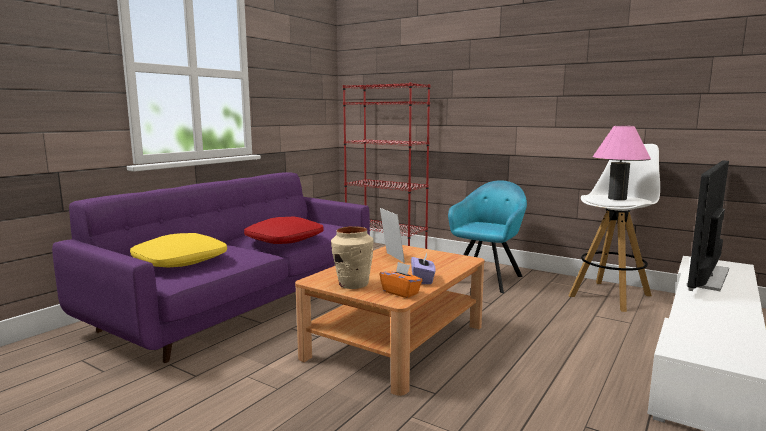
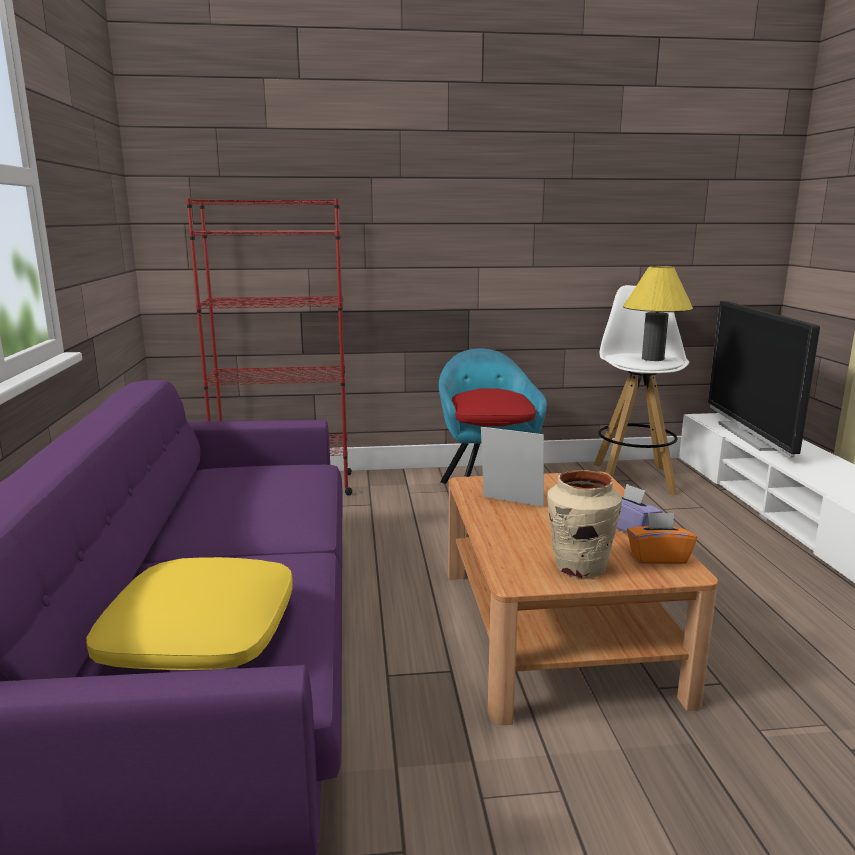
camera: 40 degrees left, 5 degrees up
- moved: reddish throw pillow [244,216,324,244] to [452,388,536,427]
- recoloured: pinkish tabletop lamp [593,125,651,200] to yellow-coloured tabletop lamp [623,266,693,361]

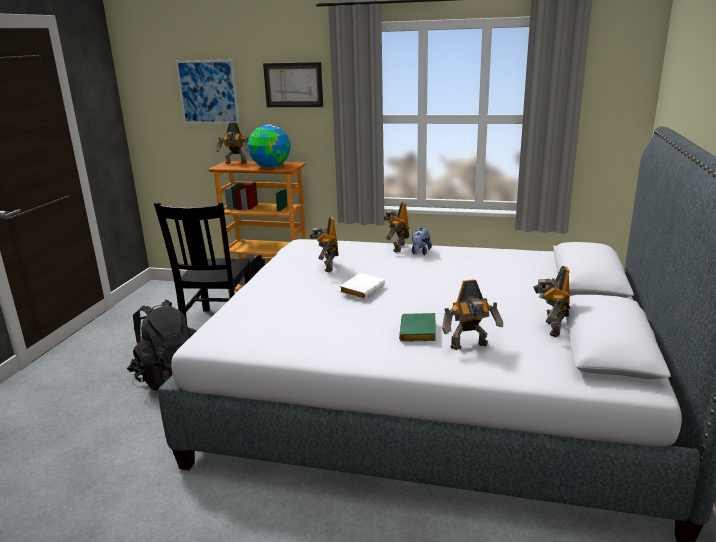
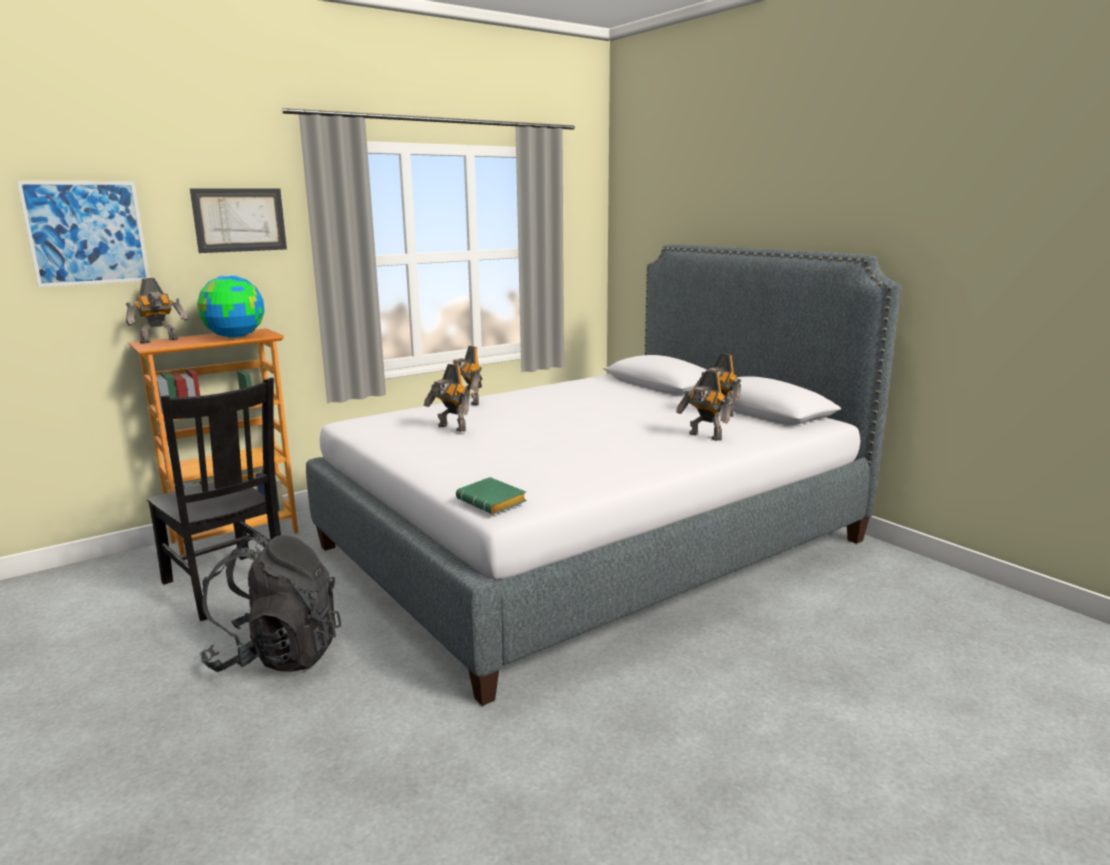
camera: 50 degrees left, 5 degrees down
- removed: white-coloured volume [340,273,385,299]
- removed: plush toy [412,227,432,255]
- moved: green volume [399,313,436,342] to [456,477,527,514]
- turned: model robot [442,279,503,350] = [676,371,731,441] 105 degrees clockwise

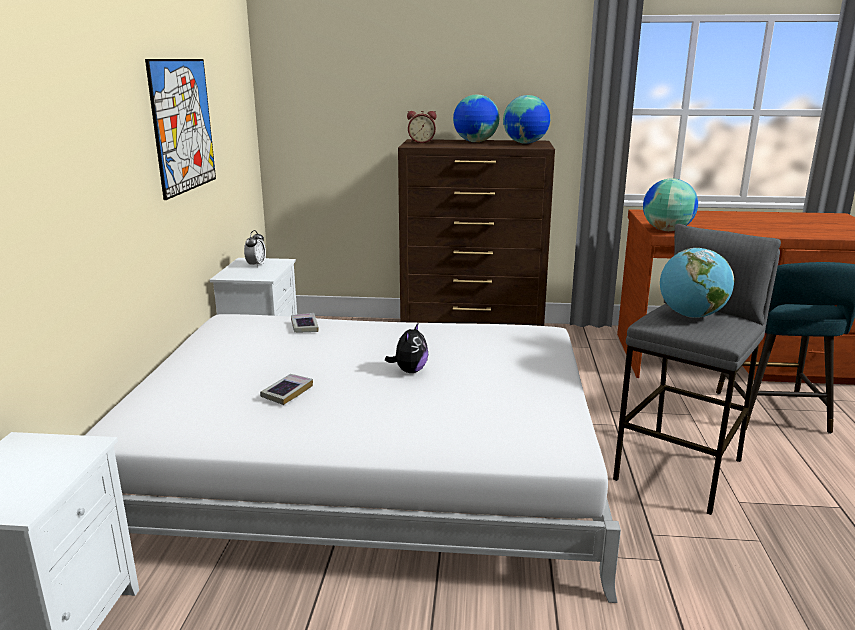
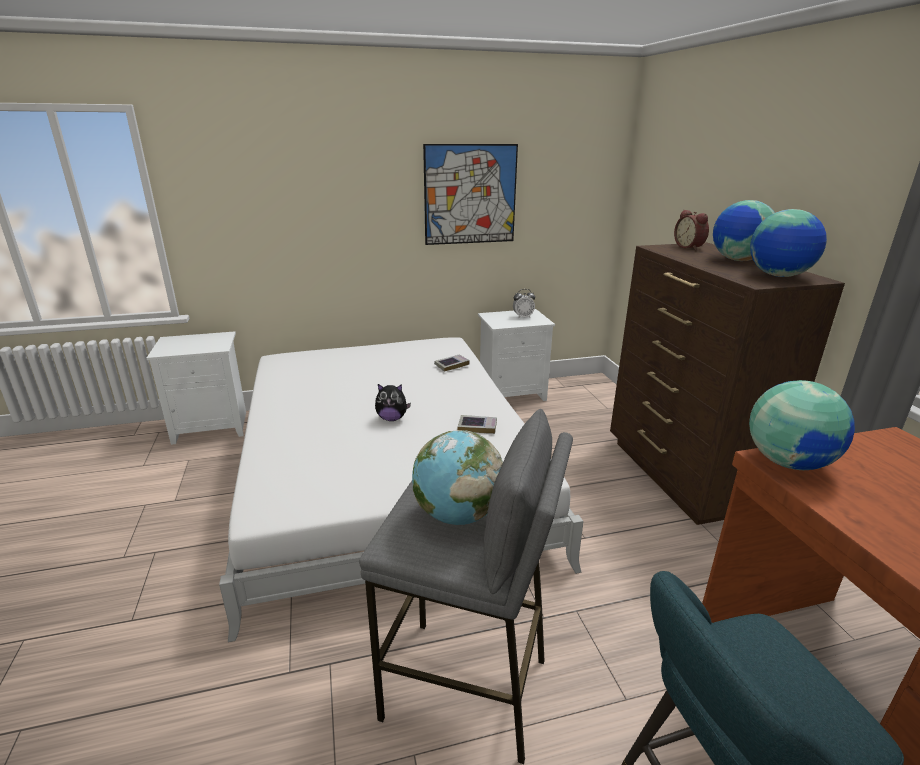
camera: 70 degrees right, 5 degrees up
- moved: volume [260,374,313,405] to [457,415,497,434]

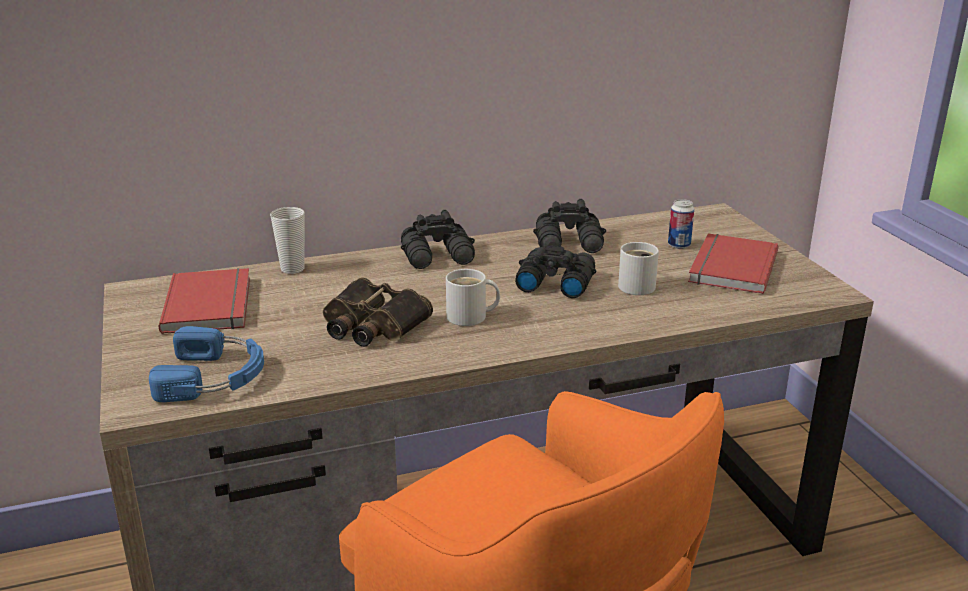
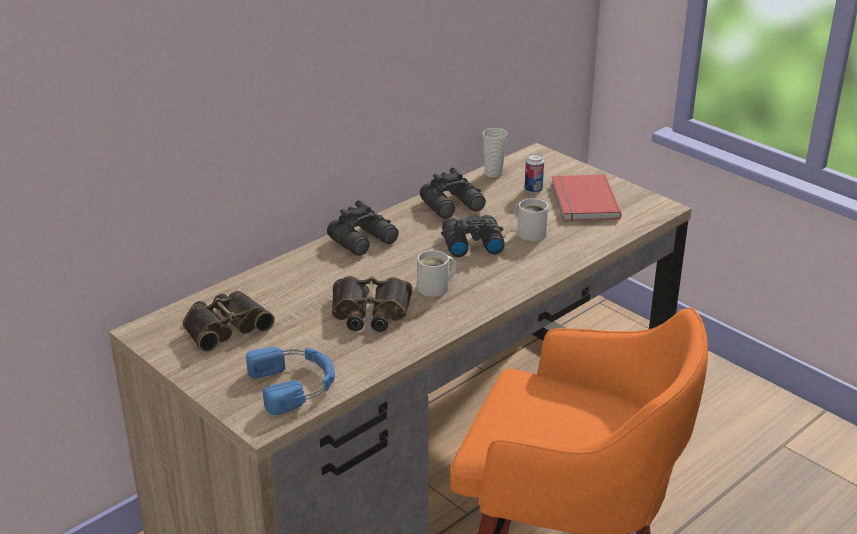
camera: 25 degrees left, 5 degrees up
- moved: cup [270,207,305,274] to [483,128,507,177]
- replaced: reddish volume [159,268,250,334] to field glasses [183,291,275,352]

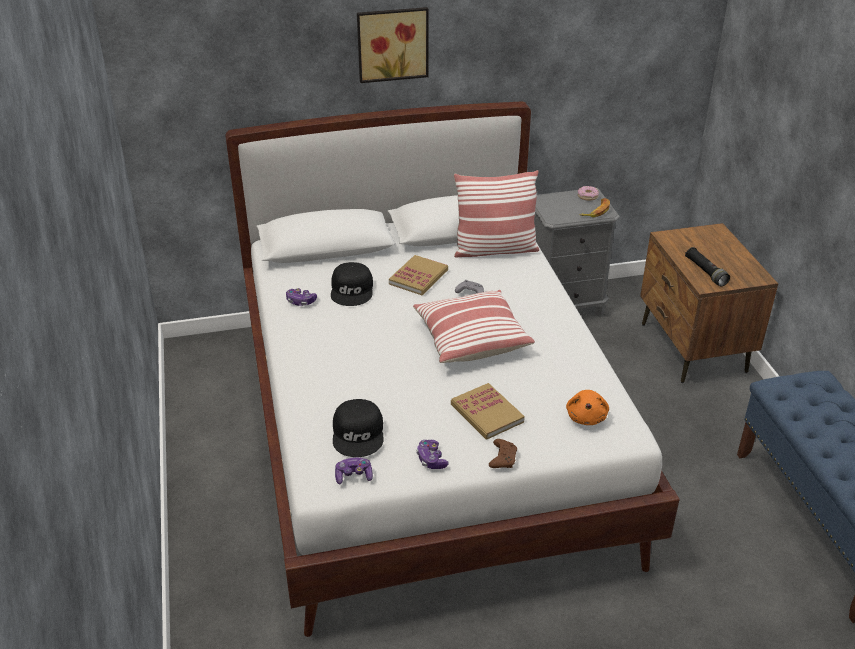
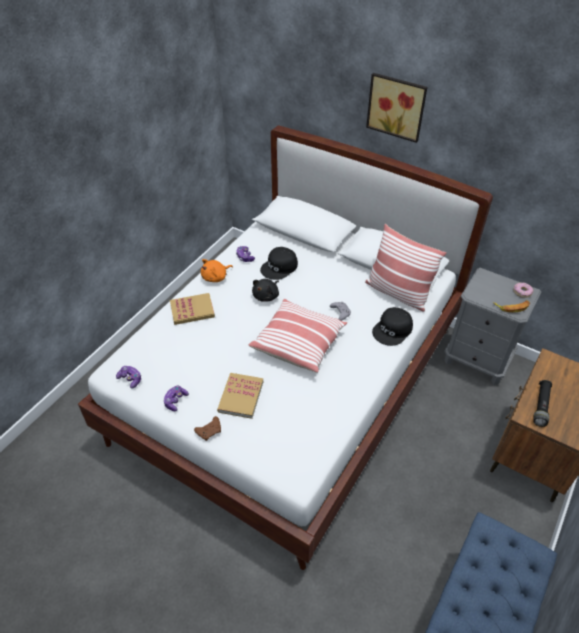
camera: 45 degrees right, 10 degrees up
- added: black plush toy [252,279,279,302]
- moved: black peaked cap [333,399,383,457] to [372,307,413,346]
- moved: volume [389,255,448,295] to [170,293,215,325]
- moved: orangey plush toy [566,390,609,425] to [201,259,233,282]

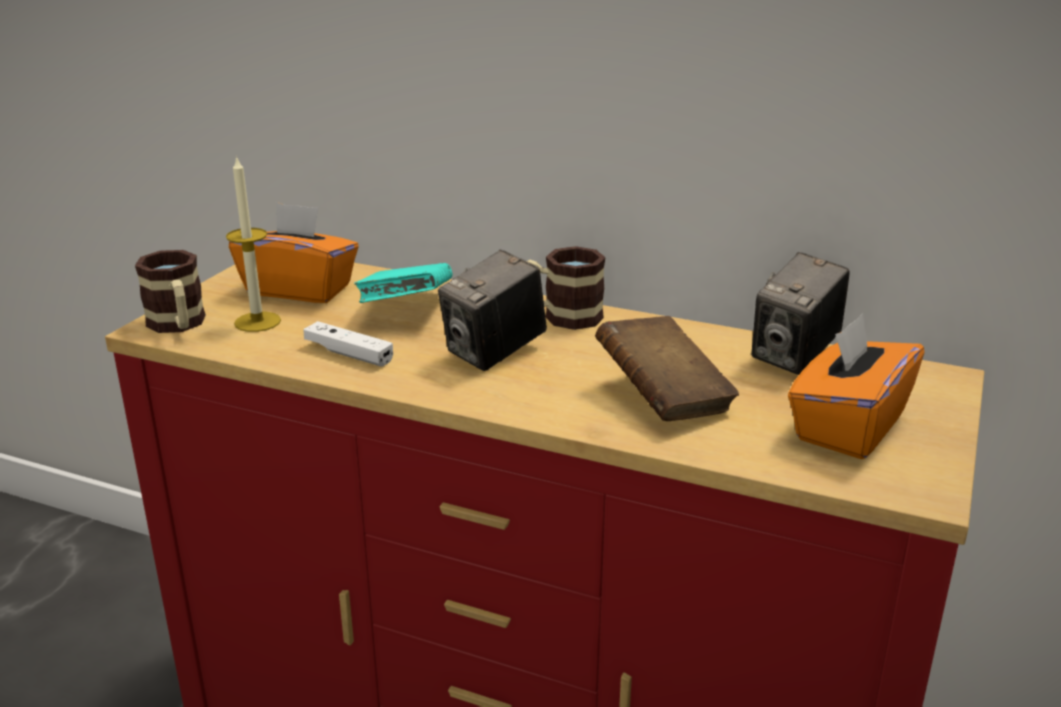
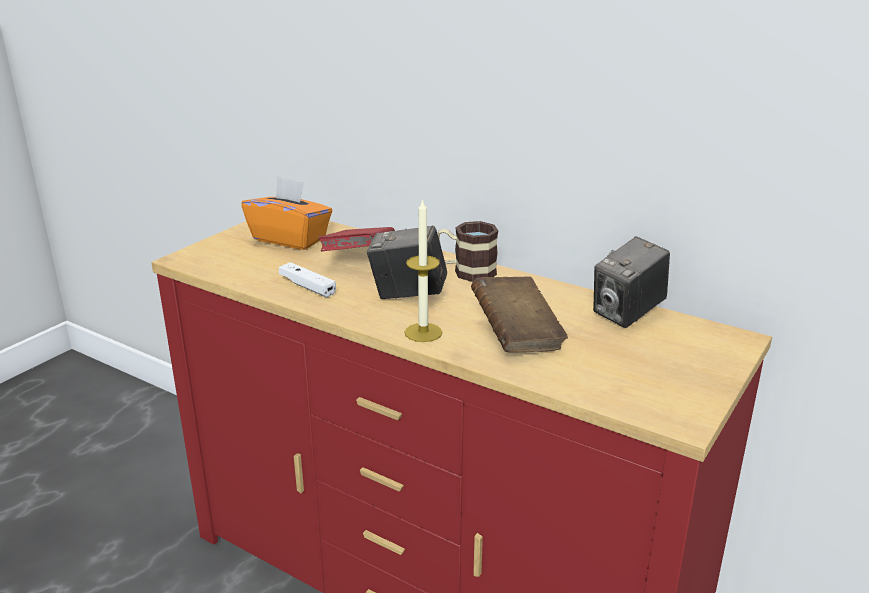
camera: 10 degrees right, 0 degrees up
- removed: coffee mug [135,250,206,333]
- removed: orangey tissue holder [788,313,924,459]
- moved: wax candle [226,155,281,332] to [404,198,442,342]
- recoloured: turquoise volume [354,263,452,303] to reddish volume [318,227,395,252]
- turned: still camera [438,249,547,371] = [367,225,447,299] 45 degrees clockwise

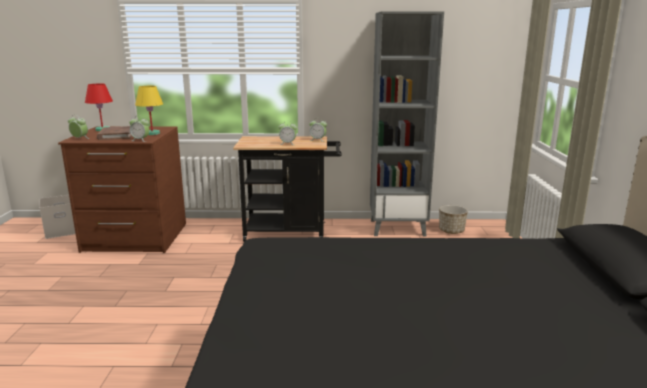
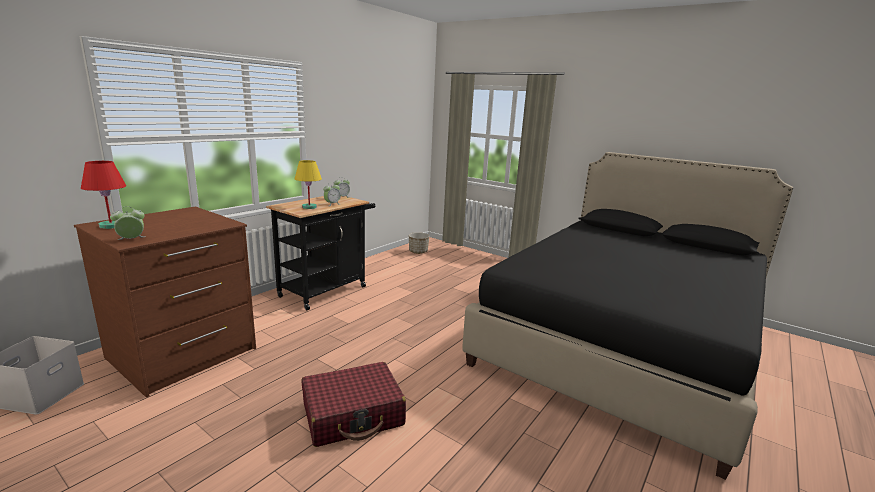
camera: 55 degrees left, 0 degrees up
- removed: brown-coloured volume [97,126,132,140]
- removed: alarm clock [129,116,149,142]
- removed: grey shelving unit [370,11,444,236]
- added: reddish travel case [302,362,406,447]
- moved: yellow-coloured tabletop lamp [135,86,163,135] to [295,160,322,209]

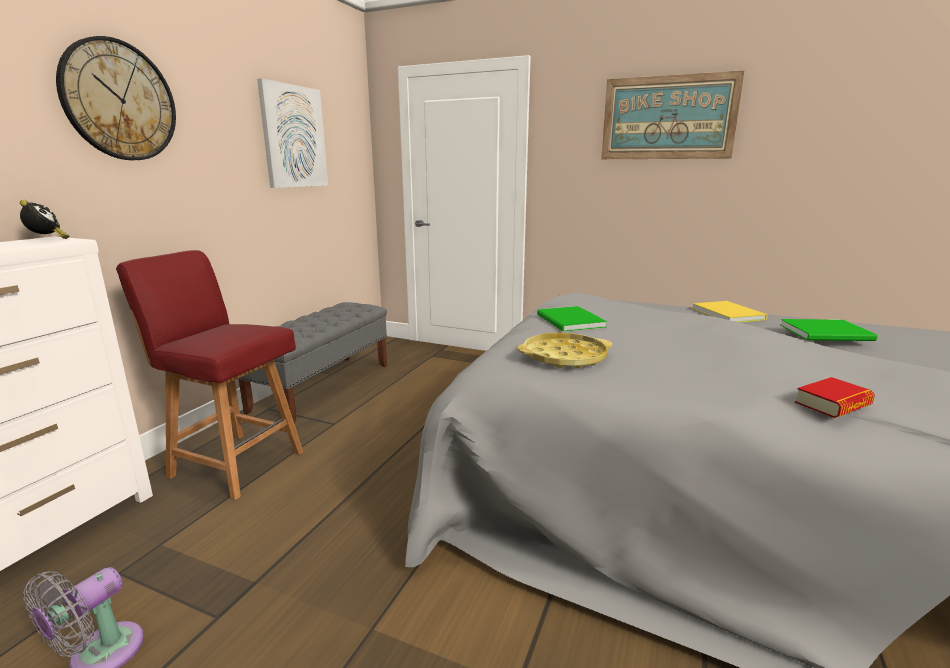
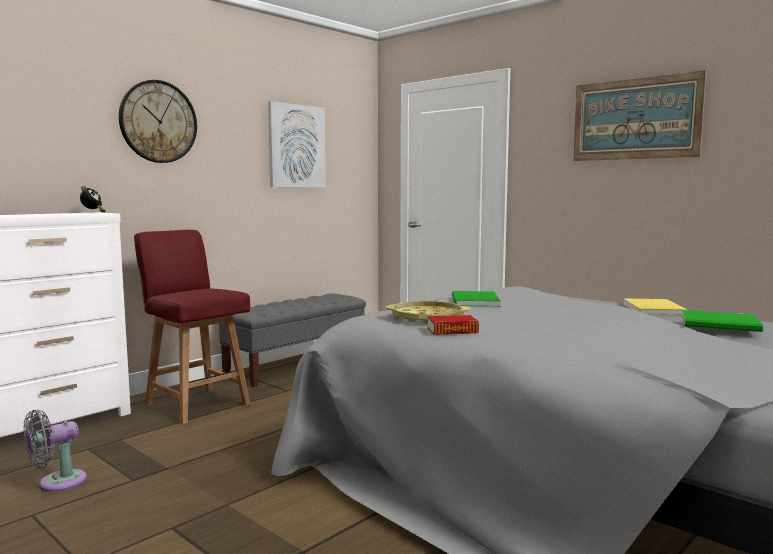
camera: 20 degrees right, 10 degrees down
- moved: volume [795,377,875,418] to [428,315,479,335]

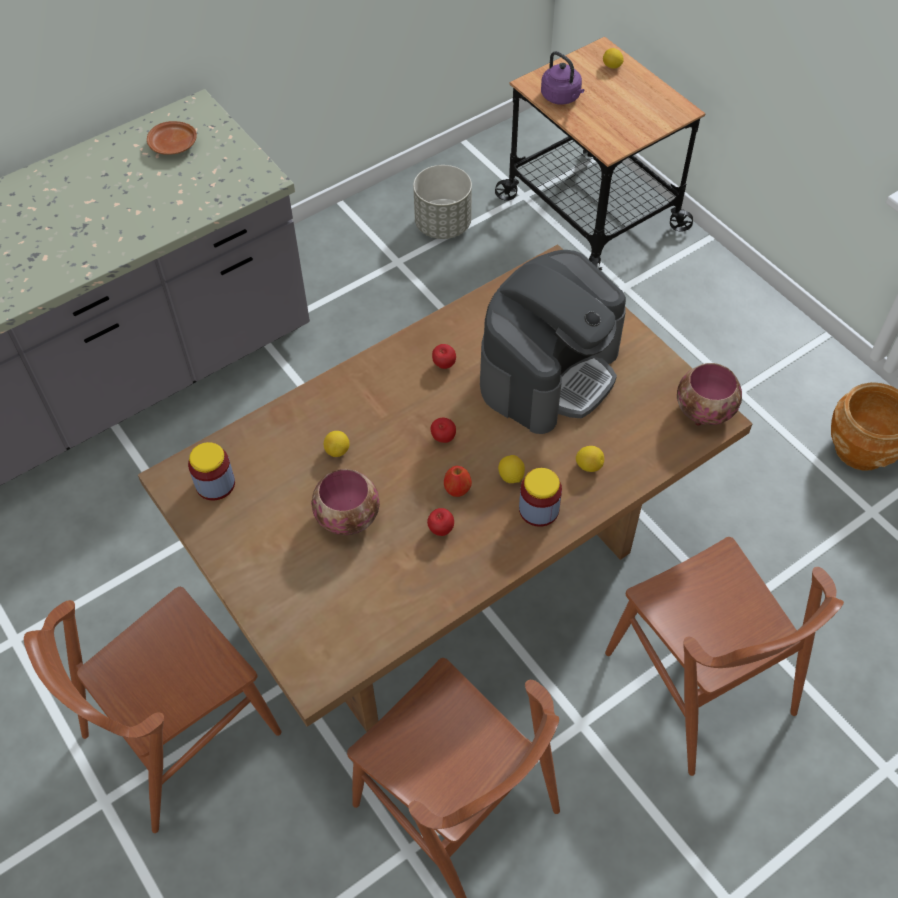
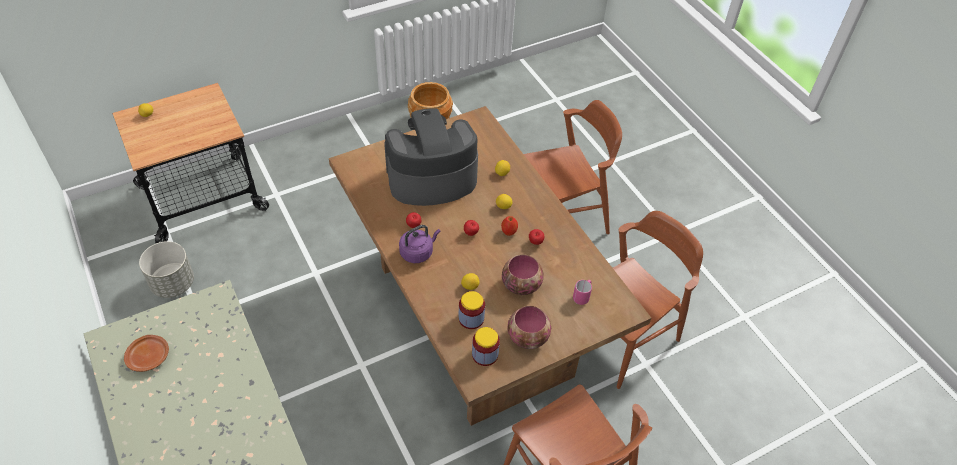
camera: 85 degrees left, 5 degrees down
- added: pinkish coffee mug [573,280,592,305]
- moved: storage jar [519,468,562,527] to [459,291,485,329]
- moved: purple tea kettle [541,51,584,105] to [399,225,440,263]
- moved: bowl [677,363,742,426] to [507,306,551,349]
- turned: coffee brewer [480,250,626,434] = [384,108,478,206] 60 degrees counterclockwise

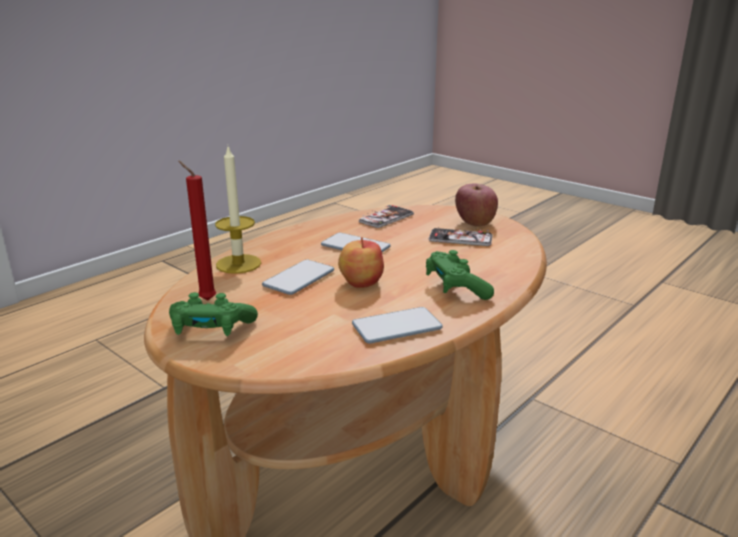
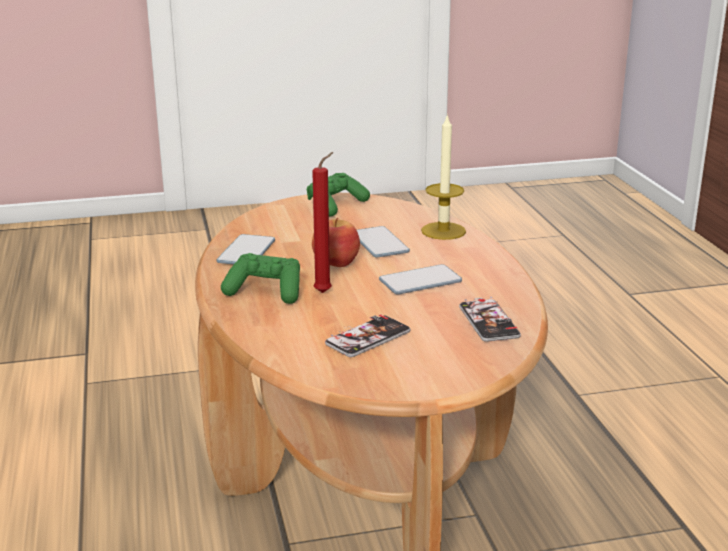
camera: 125 degrees right, 0 degrees up
- removed: apple fruit [455,184,498,227]
- moved: reddish wax candle [178,161,216,300] to [312,152,334,293]

